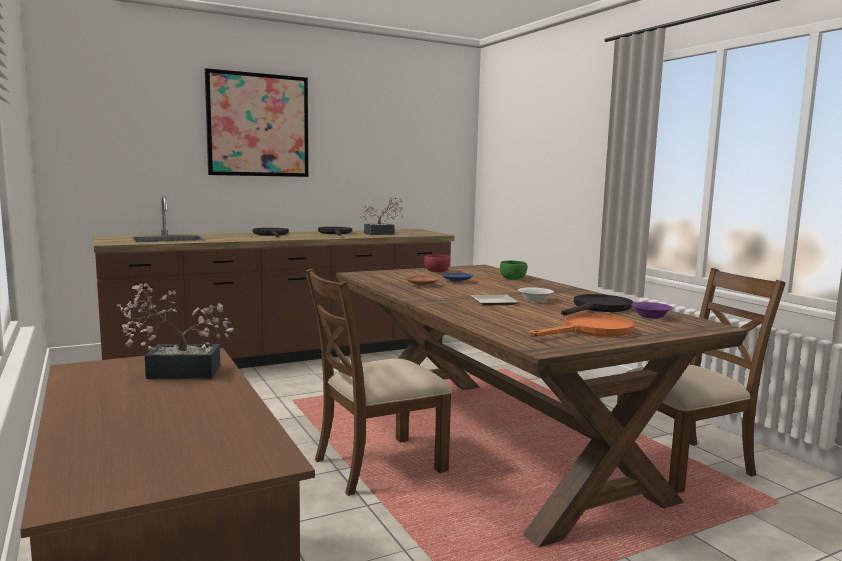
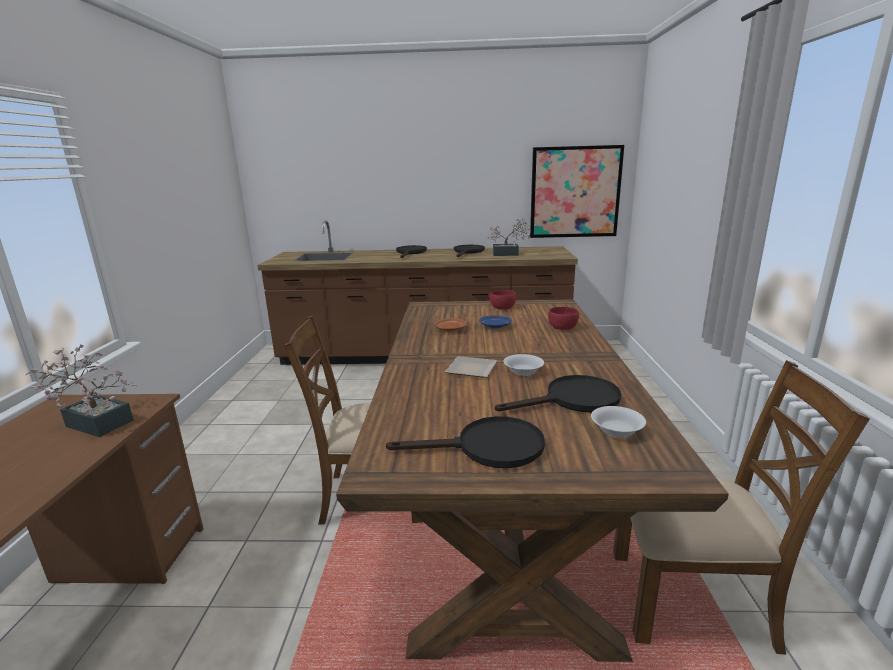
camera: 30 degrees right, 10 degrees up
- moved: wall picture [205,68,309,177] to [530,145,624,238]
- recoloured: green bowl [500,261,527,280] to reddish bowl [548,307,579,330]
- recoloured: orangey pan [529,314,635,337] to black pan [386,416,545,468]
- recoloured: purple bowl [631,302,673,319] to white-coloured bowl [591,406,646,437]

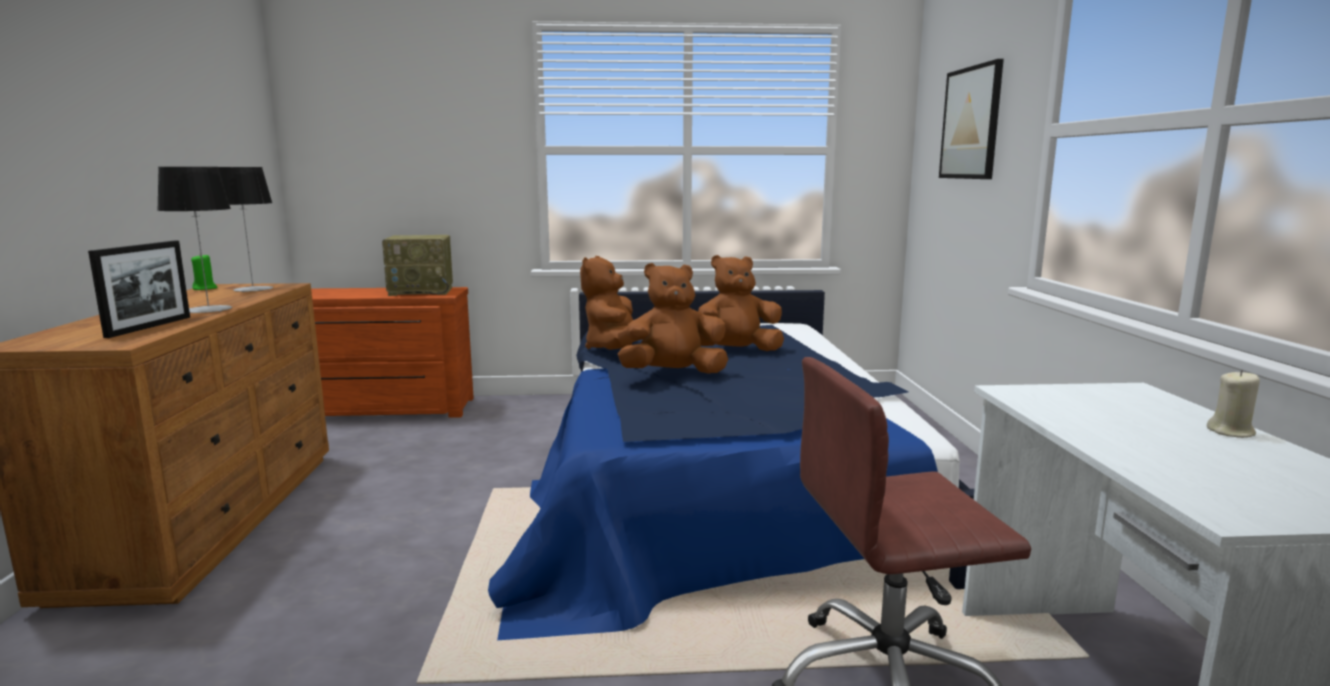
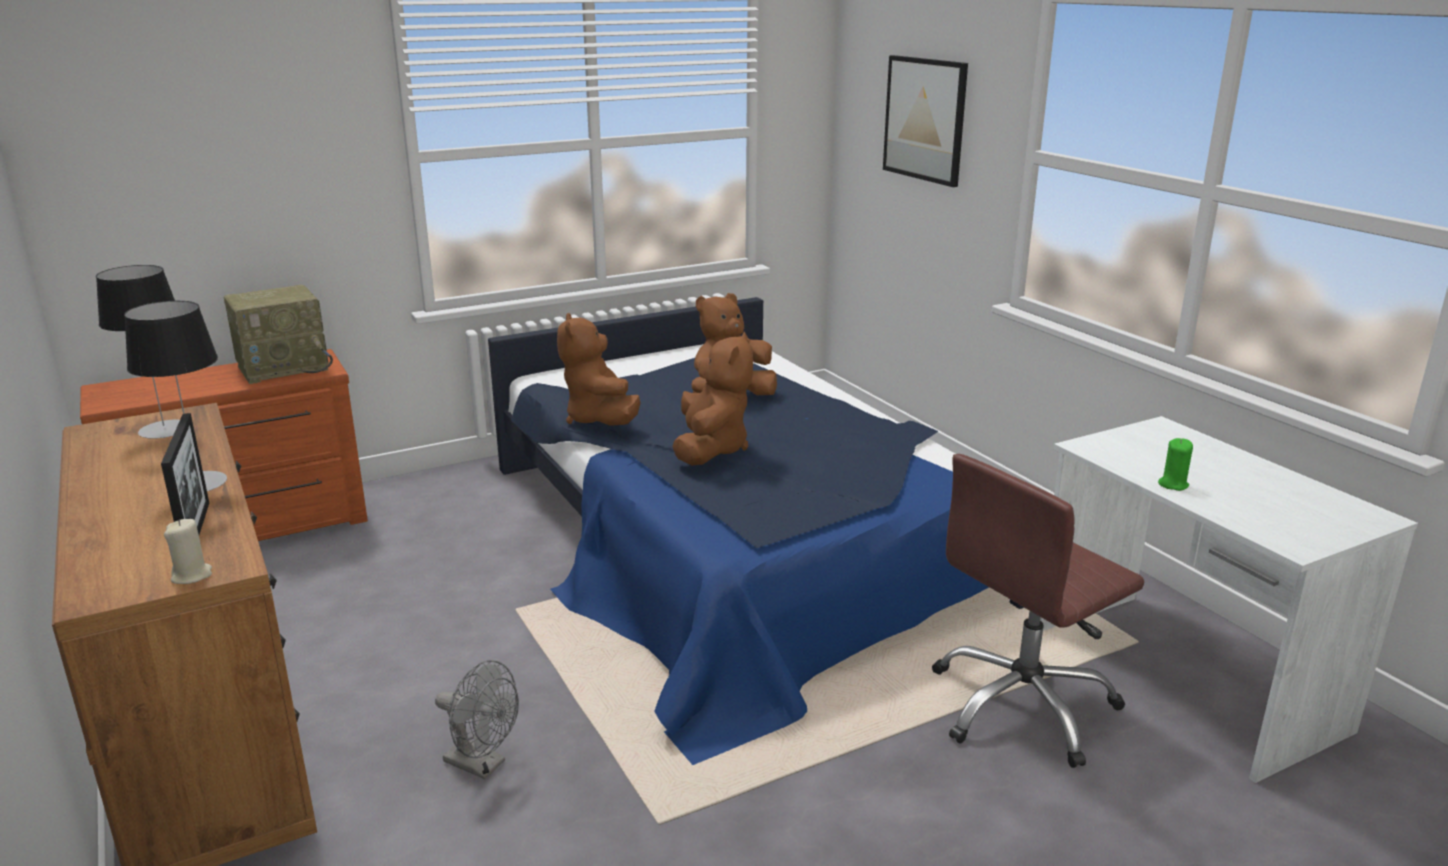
camera: 25 degrees left, 10 degrees up
- added: grey electric fan [435,660,519,779]
- moved: green wax candle [191,255,218,290] to [1158,438,1193,491]
- moved: sand-coloured wax candle [1207,370,1260,438] to [164,519,212,584]
- turned: brown-coloured plush toy [618,263,728,374] = [672,332,753,465] 135 degrees clockwise

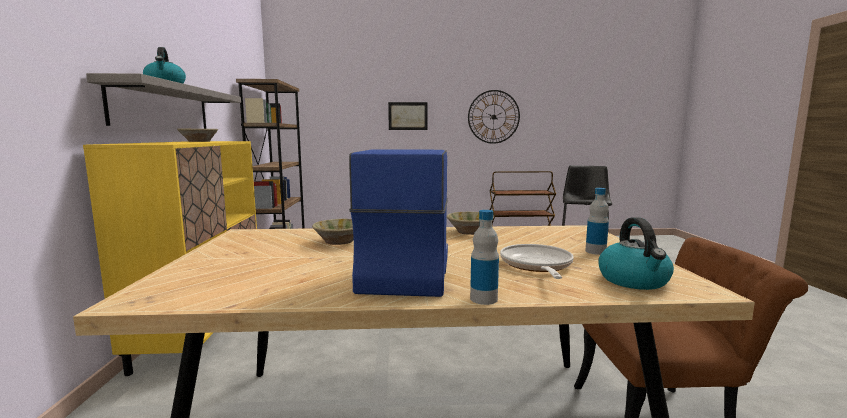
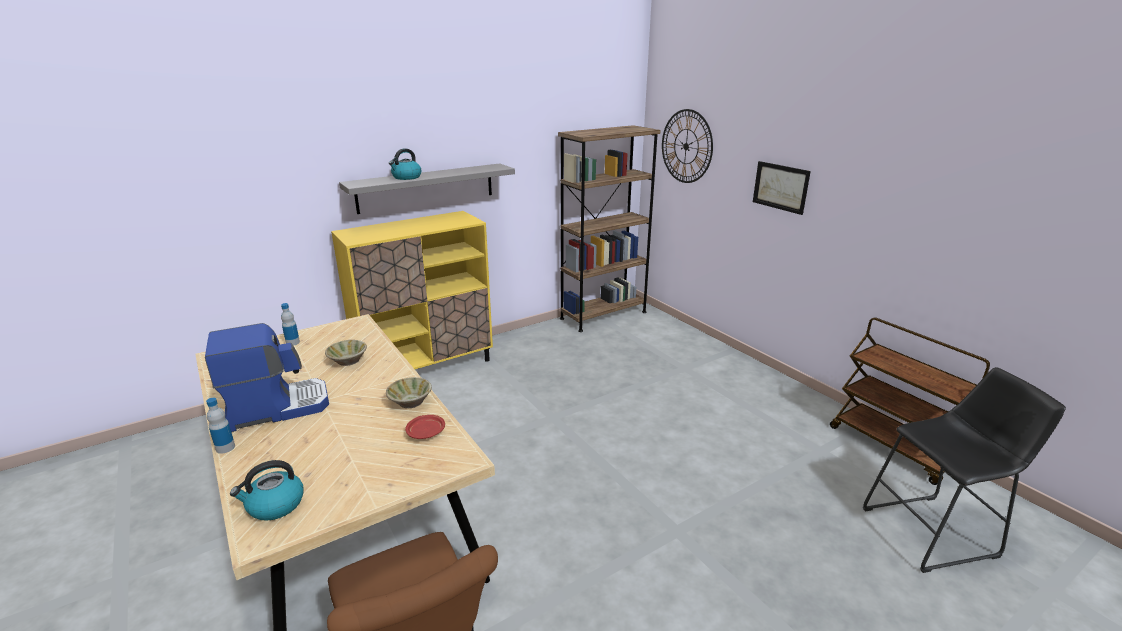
camera: 60 degrees right, 15 degrees up
- removed: sand-coloured bowl [177,128,218,142]
- removed: pan [500,244,574,279]
- added: reddish plate [405,415,445,439]
- moved: clock on the wall [468,90,520,144] to [662,109,713,183]
- moved: bottle [585,188,609,255] to [281,303,300,346]

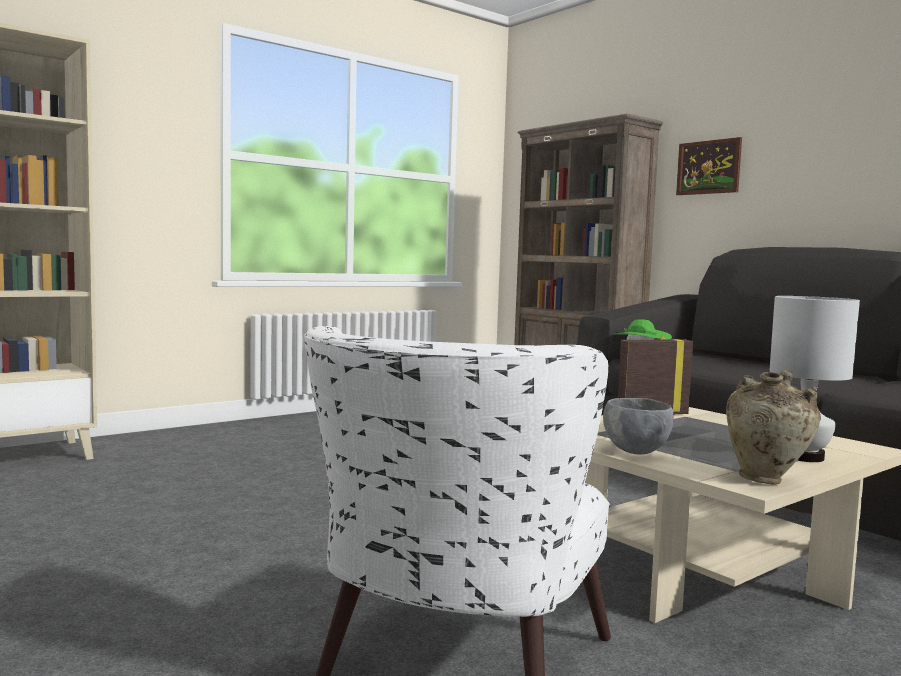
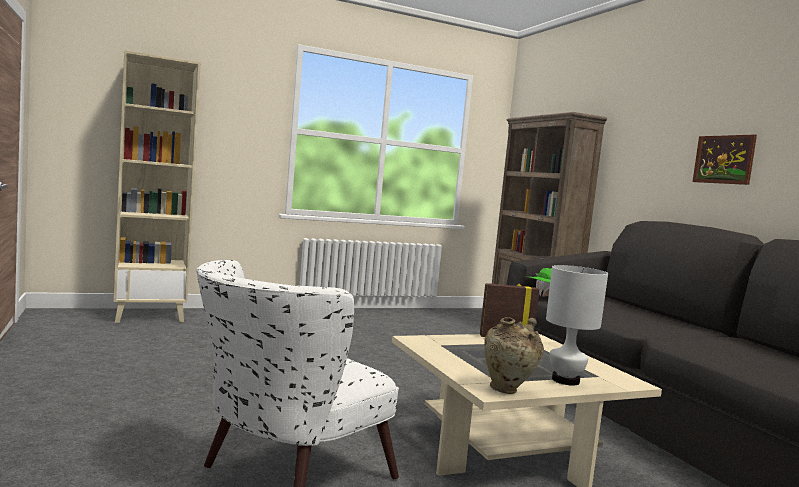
camera: 15 degrees right, 0 degrees up
- removed: grey bowl [603,398,674,454]
- moved: wall picture [676,137,742,195] to [692,134,757,185]

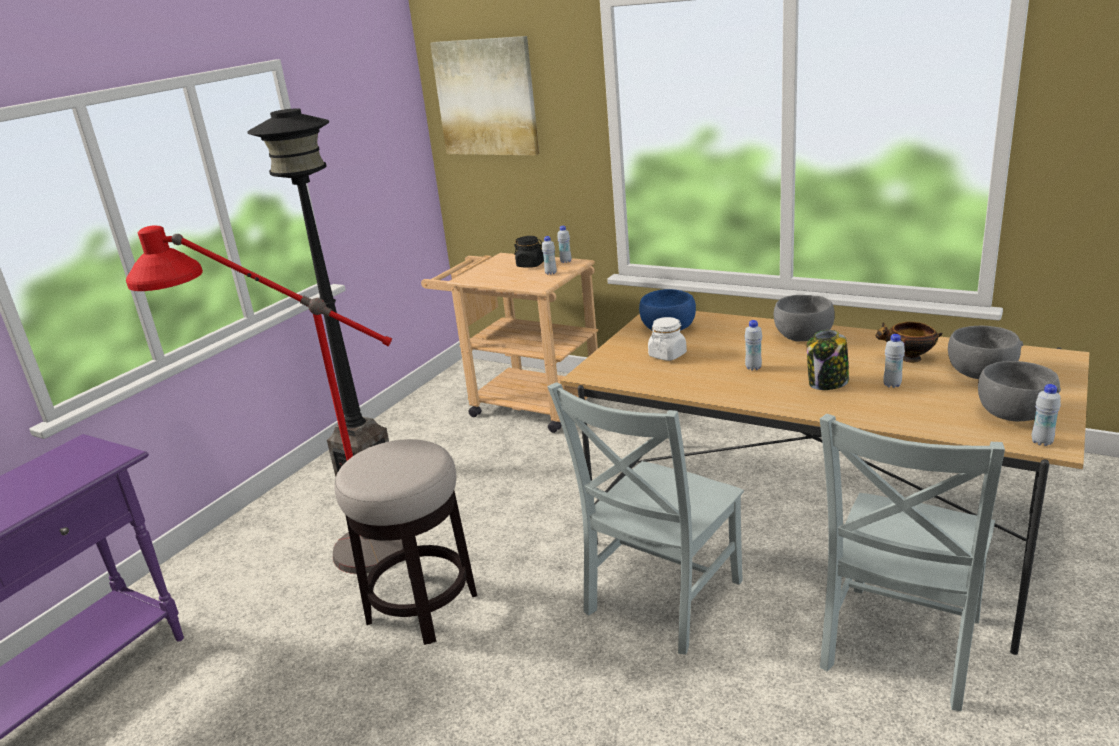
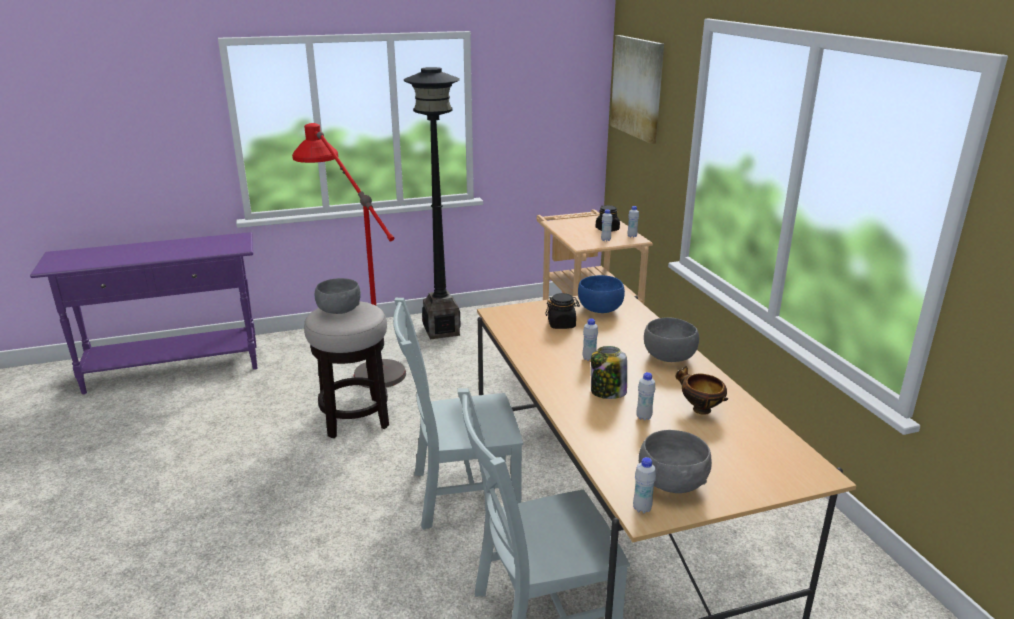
camera: 40 degrees right, 0 degrees up
- moved: grey bowl [948,326,1023,379] to [315,278,361,314]
- recoloured: white-coloured storage jar [648,317,687,361] to black storage jar [545,293,580,329]

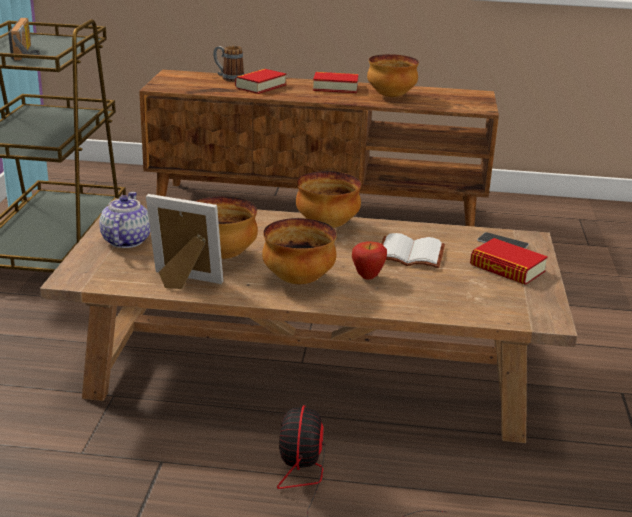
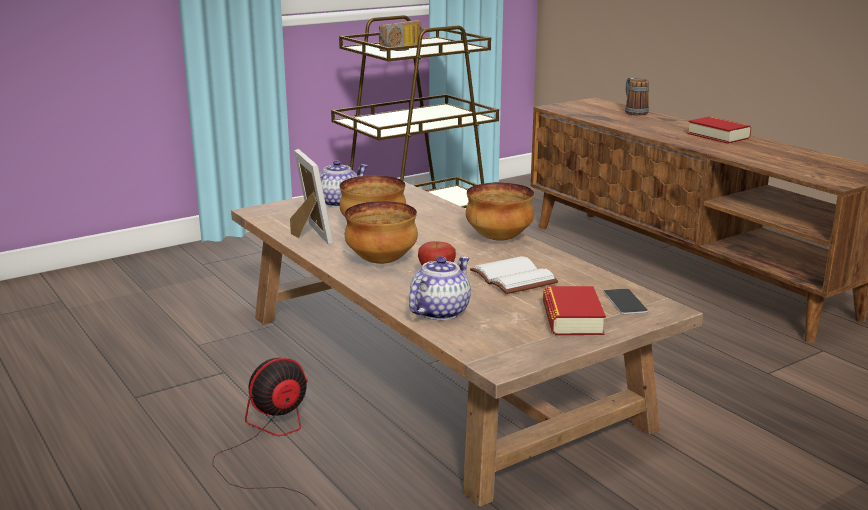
camera: 50 degrees right, 5 degrees down
- removed: volume [235,69,286,94]
- removed: bowl [367,54,419,97]
- added: pot for tea [409,256,471,320]

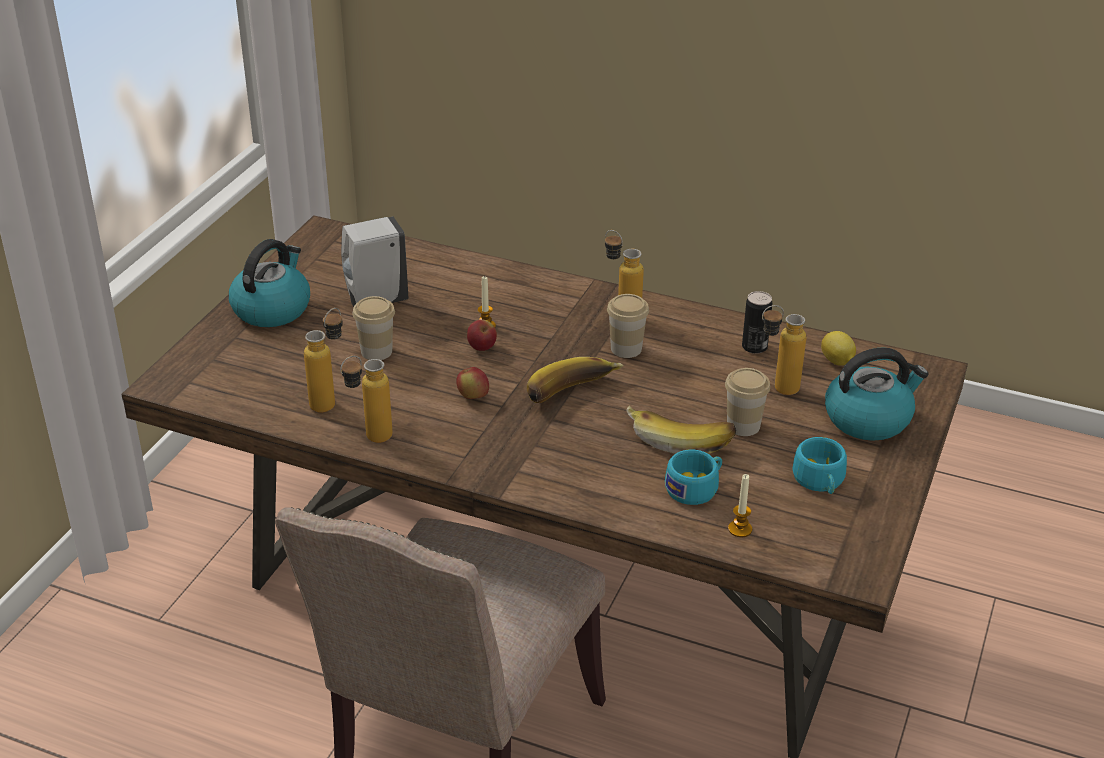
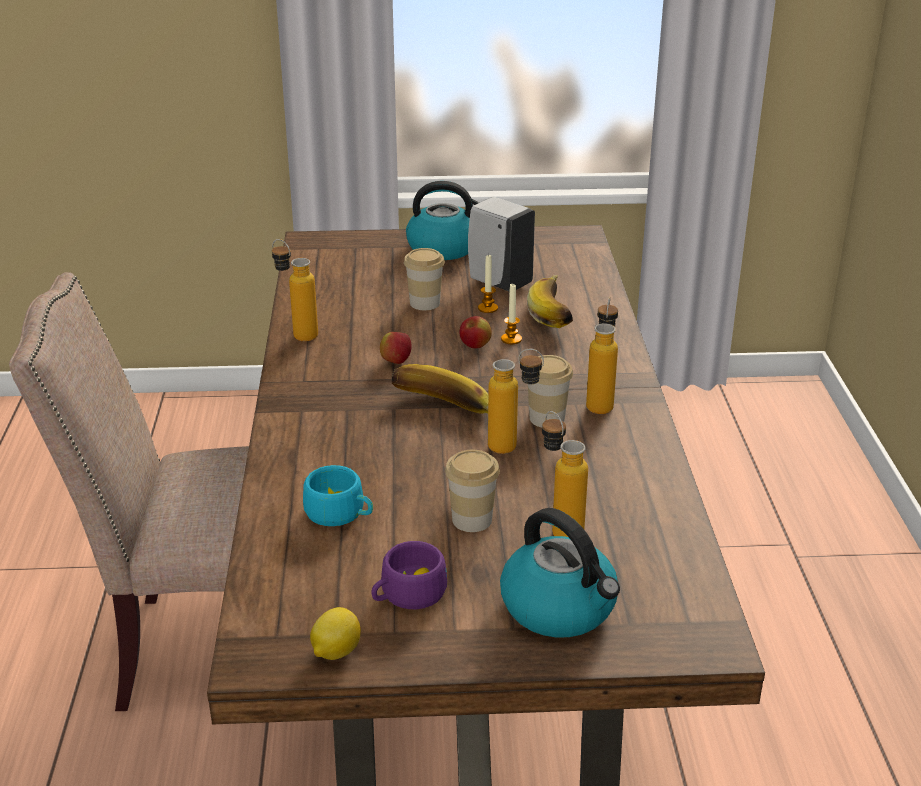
camera: 65 degrees right, 5 degrees down
- removed: metal can [742,291,773,354]
- moved: bottle [304,308,343,412] to [488,348,544,454]
- moved: banana fruit [626,405,736,454] to [527,275,573,328]
- moved: wax candle [728,474,752,537] to [478,254,498,313]
- moved: whole lemon [821,331,856,366] to [310,607,361,660]
- recoloured: turquoise cup [792,437,847,494] to purple cup [371,541,447,609]

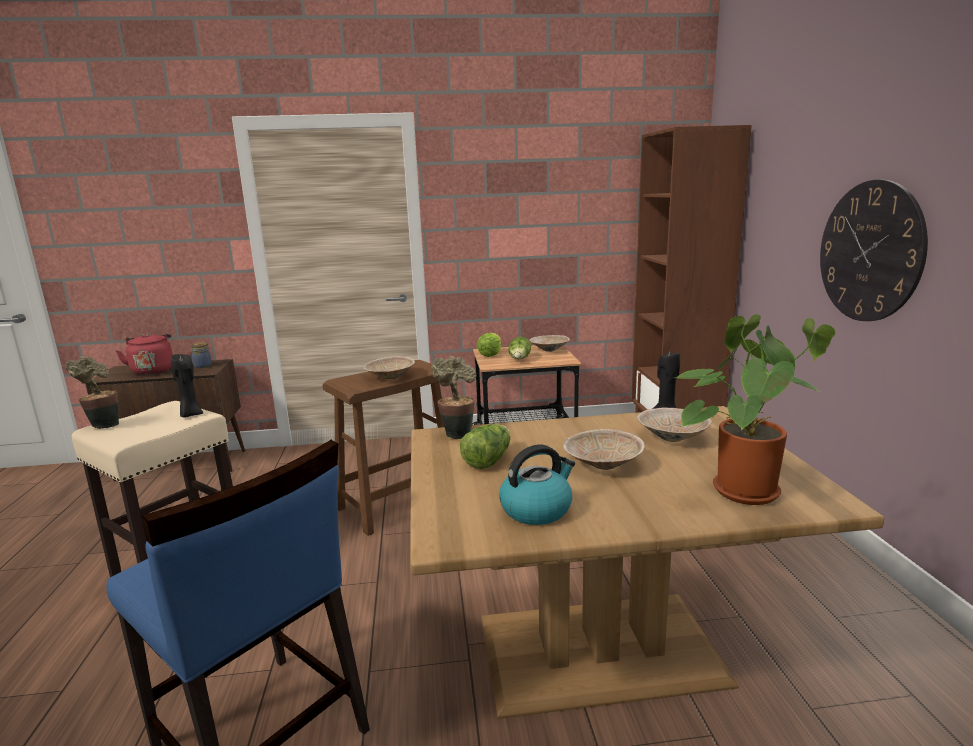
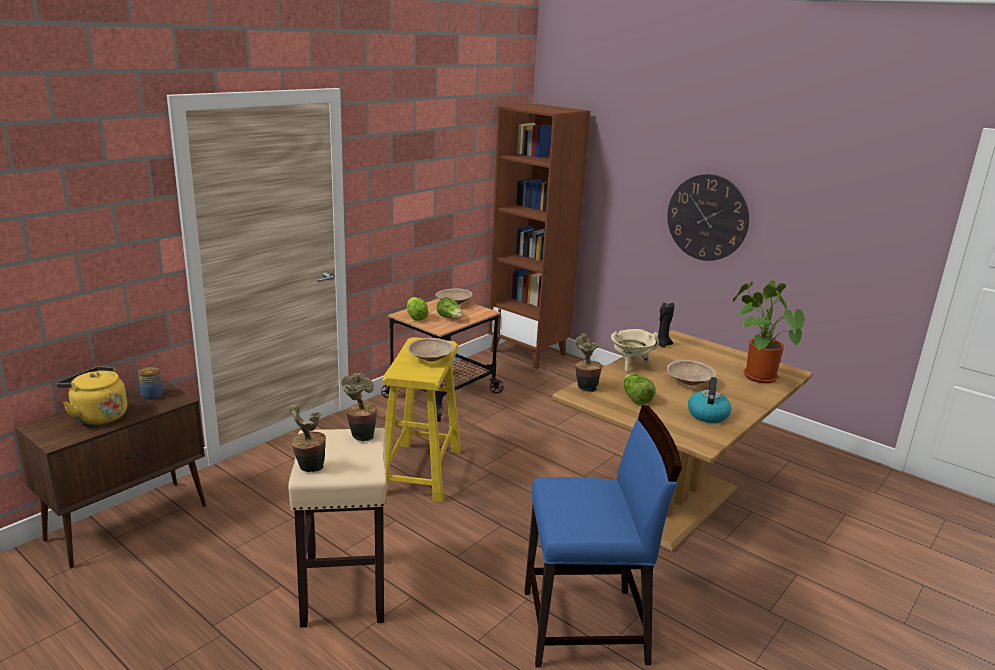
camera: 45 degrees left, 5 degrees up
- removed: sand-coloured bowl [637,407,712,442]
- added: sand-coloured saucepot [611,329,659,372]
- replaced: black wax candle [171,354,203,417] to potted plant [341,372,378,441]
- recoloured: reddish tea kettle [116,333,173,375] to yellow-coloured tea kettle [56,367,127,425]
- recoloured: brown-coloured stool seat [322,360,444,536] to yellow-coloured stool seat [382,337,461,502]

